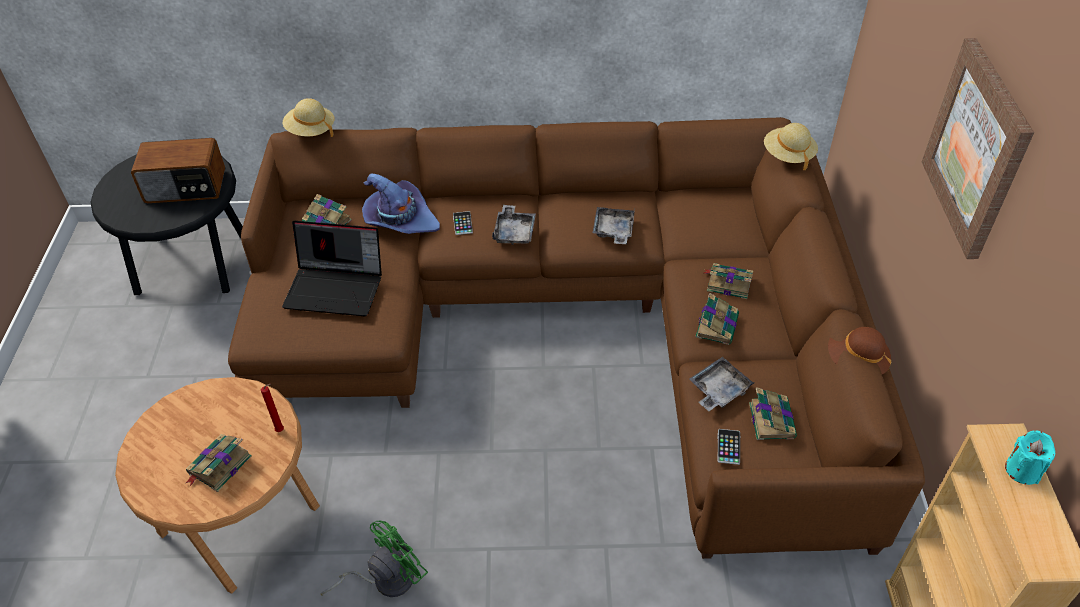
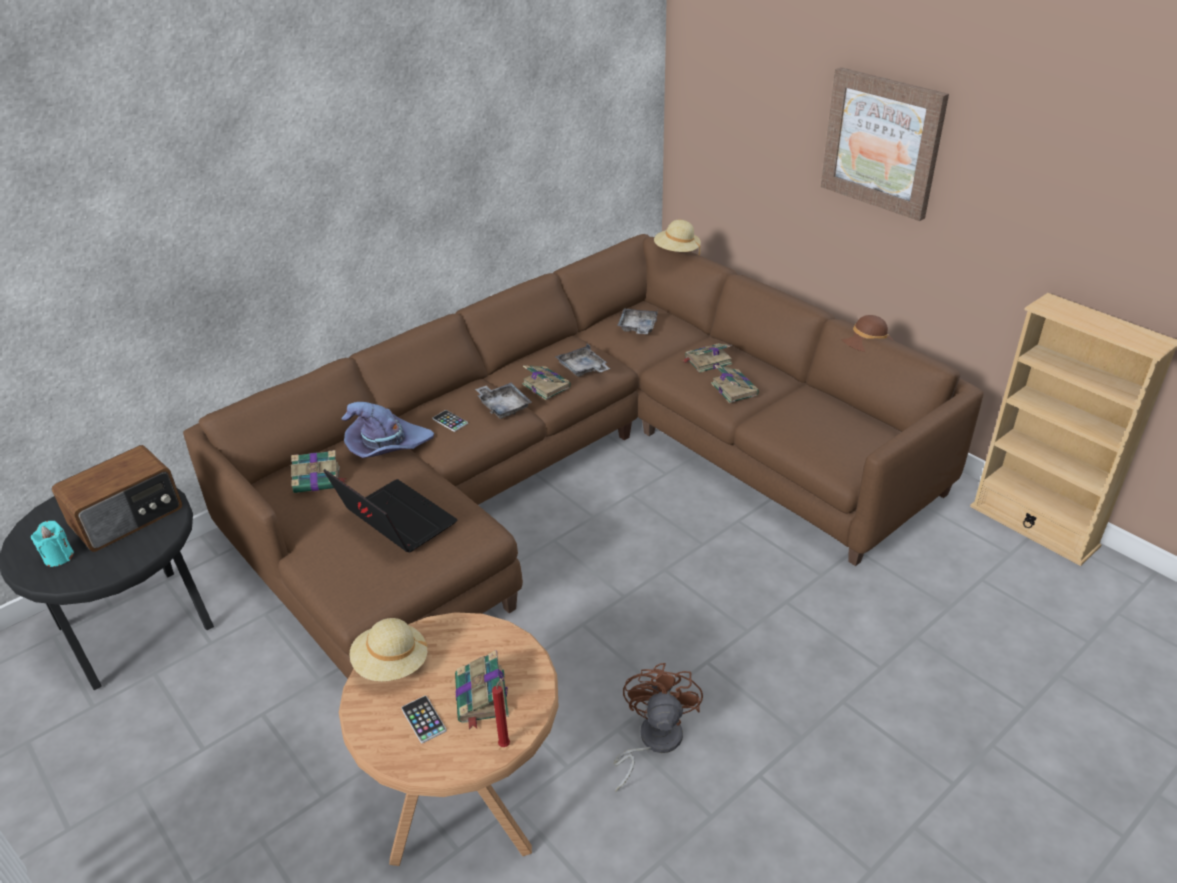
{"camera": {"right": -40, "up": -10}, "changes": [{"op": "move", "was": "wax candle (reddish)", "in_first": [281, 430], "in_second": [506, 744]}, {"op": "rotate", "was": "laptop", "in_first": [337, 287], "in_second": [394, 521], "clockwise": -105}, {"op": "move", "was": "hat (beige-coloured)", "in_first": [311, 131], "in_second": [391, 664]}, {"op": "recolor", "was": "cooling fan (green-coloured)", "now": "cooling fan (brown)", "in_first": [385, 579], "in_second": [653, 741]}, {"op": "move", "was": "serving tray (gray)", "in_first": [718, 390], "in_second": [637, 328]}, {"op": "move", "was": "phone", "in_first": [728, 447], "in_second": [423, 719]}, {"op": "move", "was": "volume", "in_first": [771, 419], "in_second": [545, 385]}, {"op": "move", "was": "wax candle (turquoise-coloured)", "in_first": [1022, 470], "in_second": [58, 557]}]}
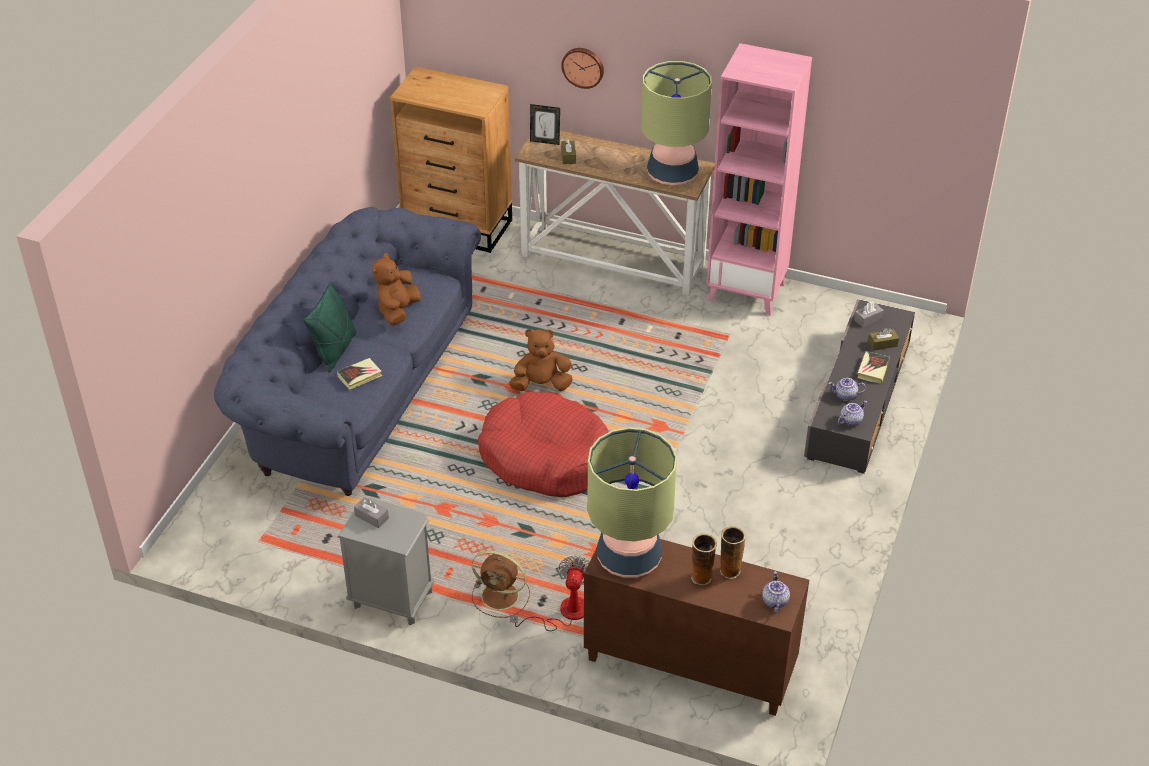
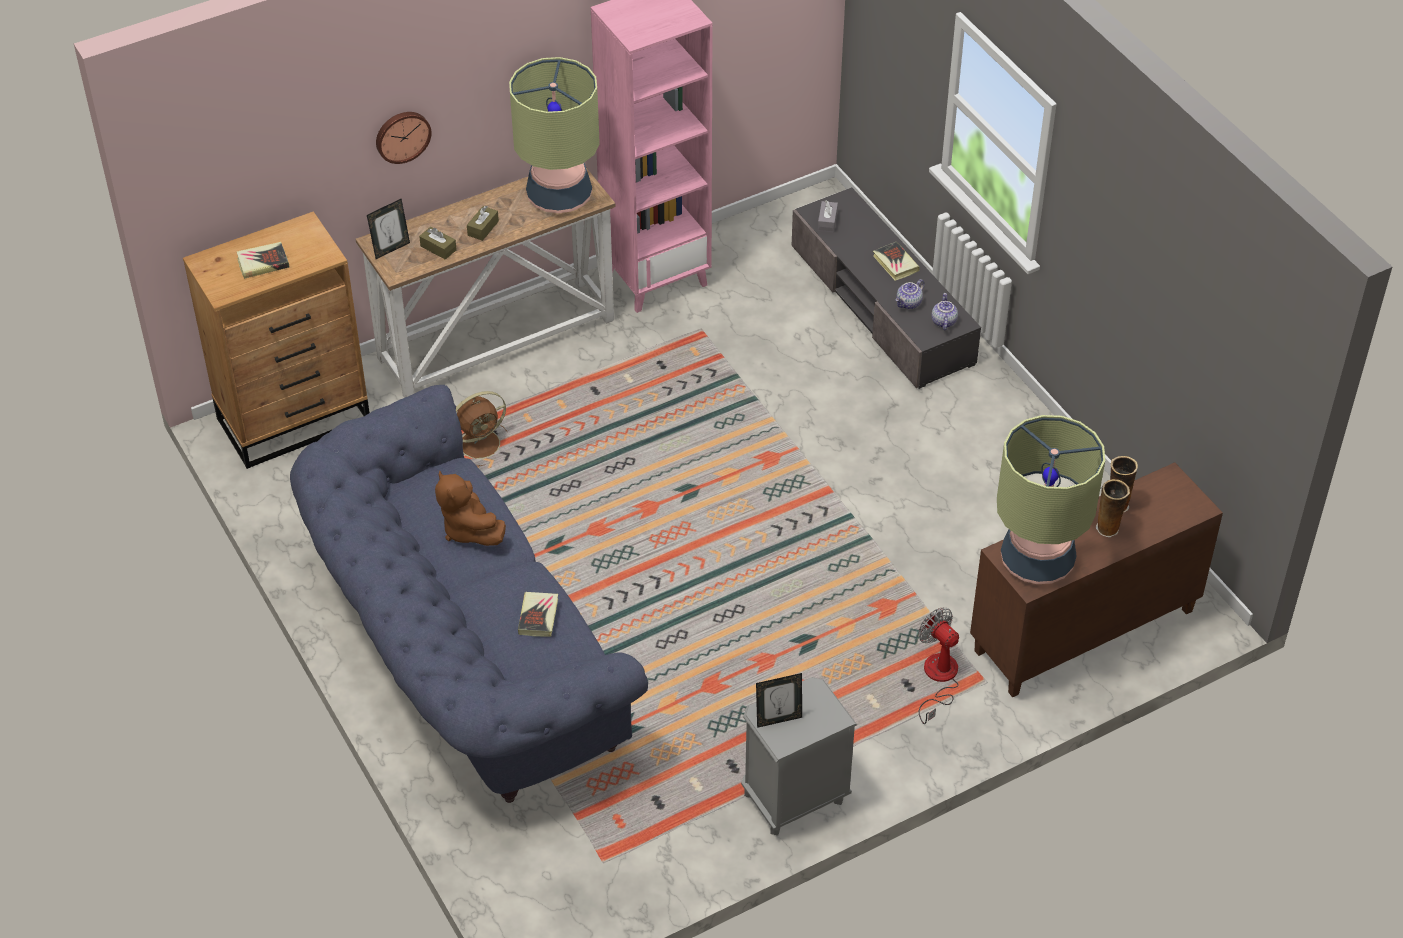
{"camera": {"right": -50, "up": 5}, "changes": [{"op": "delete", "was": "pillow (green-coloured)", "in_first": [335, 350]}, {"op": "replace", "was": "tissue box (gray)", "now": "standing frame", "in_first": [371, 517], "in_second": [778, 719]}, {"op": "move", "was": "cooling fan (brown)", "in_first": [501, 596], "in_second": [481, 443]}, {"op": "delete", "was": "dog cushion (reddish)", "in_first": [545, 457]}, {"op": "delete", "was": "soft toy (brown)", "in_first": [541, 385]}, {"op": "delete", "was": "teapot", "in_first": [774, 601]}, {"op": "move", "was": "tissue box (brown)", "in_first": [882, 344], "in_second": [483, 228]}, {"op": "insert", "now": "volume", "in_second": [263, 263]}]}
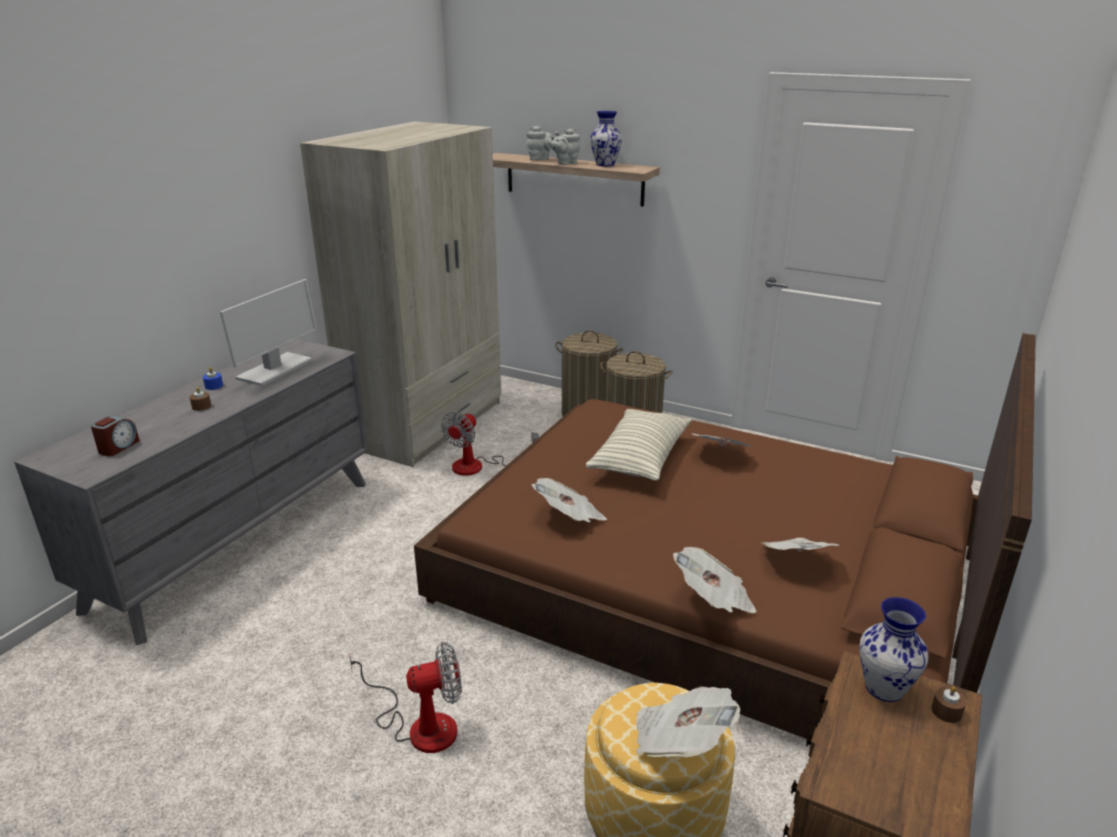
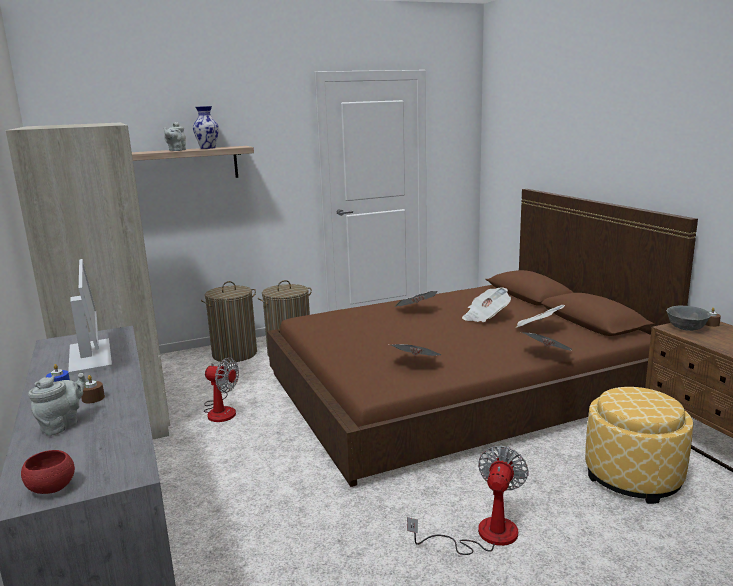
{"camera": {"right": -50, "up": -10}, "changes": [{"op": "delete", "was": "table clock", "in_first": [118, 447]}, {"op": "rotate", "was": "cooling fan", "in_first": [479, 466], "in_second": [221, 410], "clockwise": -45}, {"op": "move", "was": "teapot (gray)", "in_first": [541, 159], "in_second": [62, 425]}, {"op": "delete", "was": "pillow", "in_first": [640, 459]}, {"op": "move", "was": "printed paper", "in_first": [680, 740], "in_second": [485, 317]}, {"op": "replace", "was": "vase", "now": "deep dish (gray)", "in_first": [883, 688], "in_second": [686, 328]}, {"op": "insert", "now": "deep dish (reddish)", "in_second": [52, 488]}]}
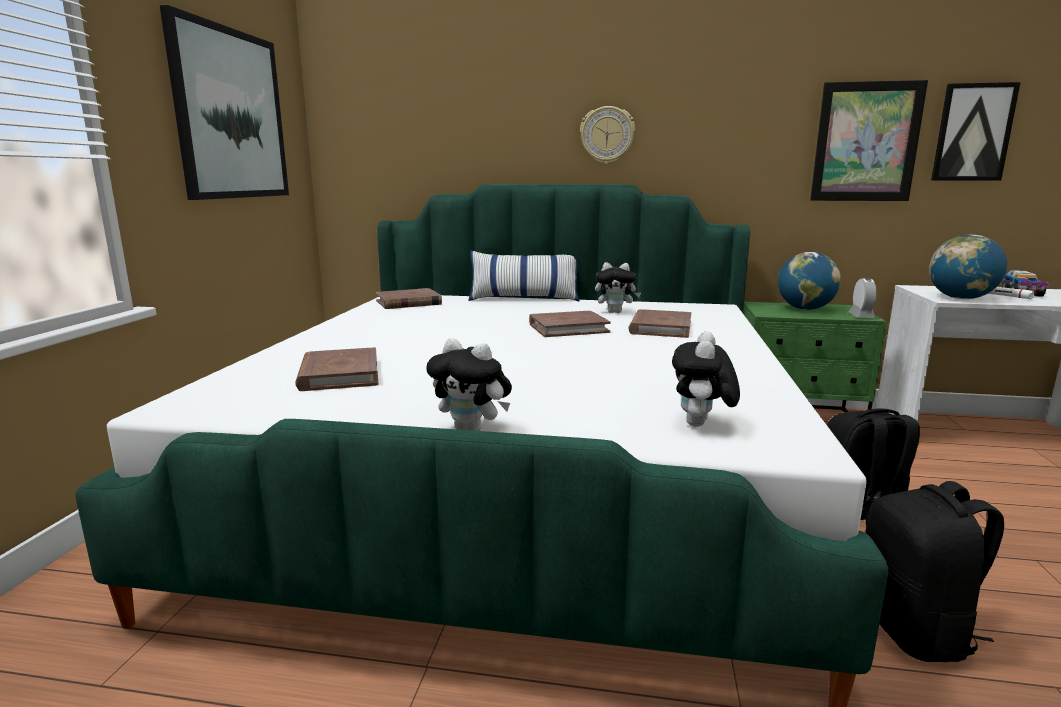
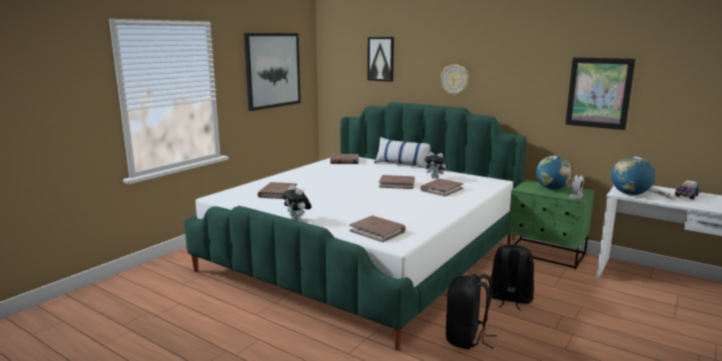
{"camera": {"right": 25, "up": 0}, "changes": [{"op": "replace", "was": "soft toy", "now": "volume (brown)", "in_first": [701, 425], "in_second": [377, 231]}, {"op": "move", "was": "wall picture", "in_first": [972, 133], "in_second": [381, 59]}]}
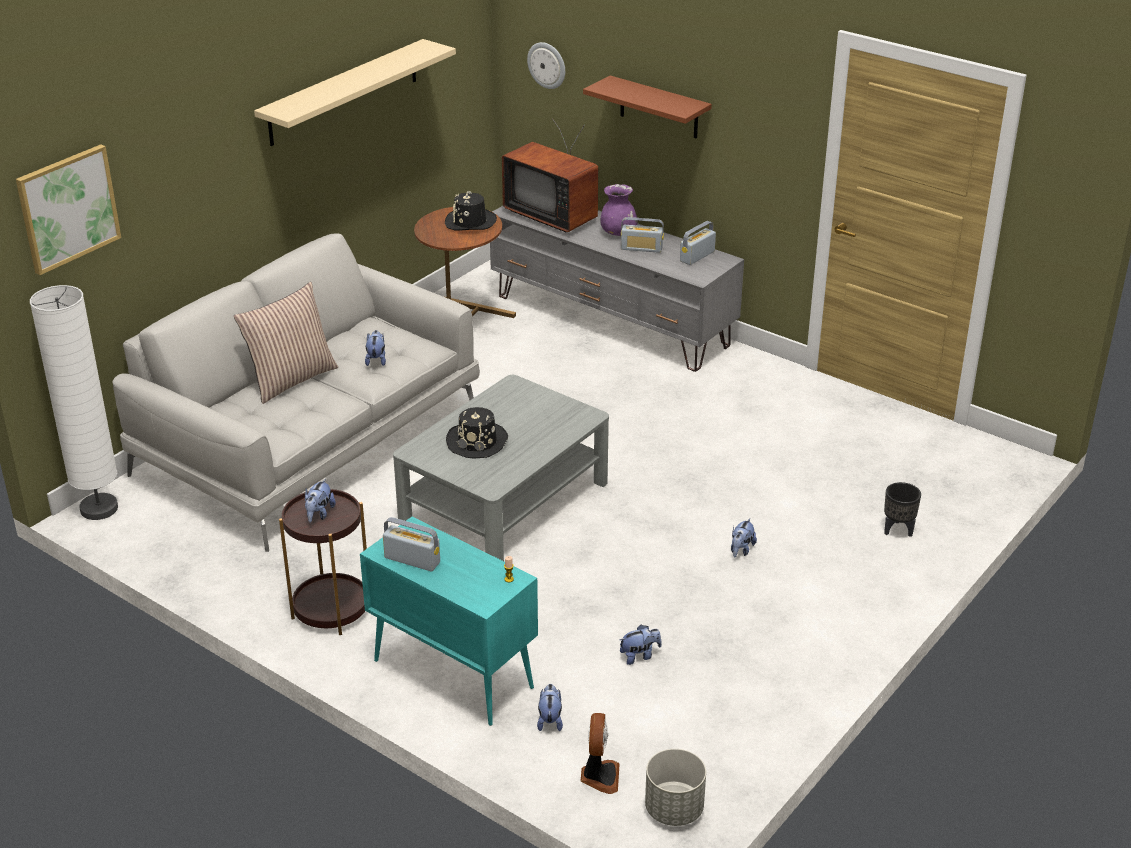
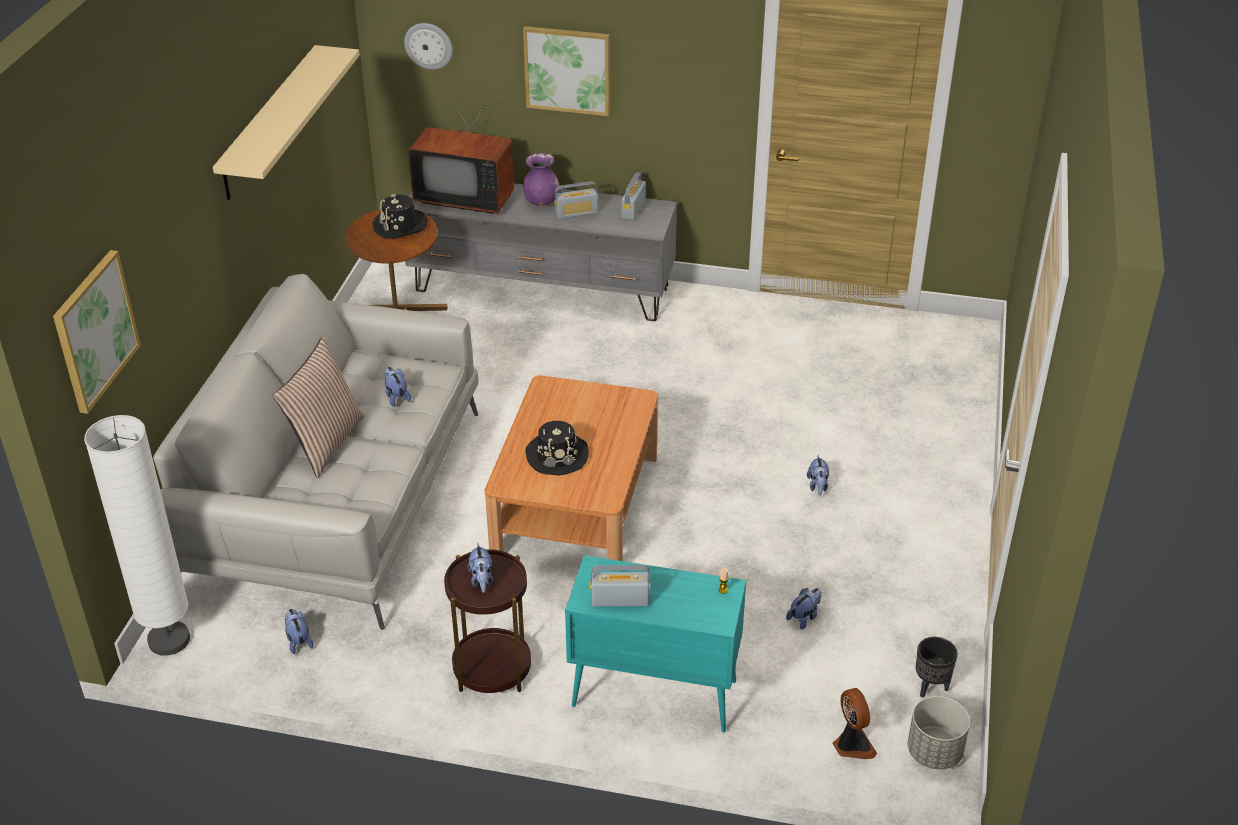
{"camera": {"right": -25, "up": 5}, "changes": [{"op": "recolor", "was": "coffee table (gray)", "now": "coffee table (brown)", "in_first": [504, 501], "in_second": [575, 504]}, {"op": "move", "was": "soft toy", "in_first": [550, 720], "in_second": [298, 641]}, {"op": "replace", "was": "shelf (brown)", "now": "wall picture", "in_first": [659, 108], "in_second": [567, 70]}, {"op": "move", "was": "flower pot (black)", "in_first": [898, 530], "in_second": [931, 687]}]}
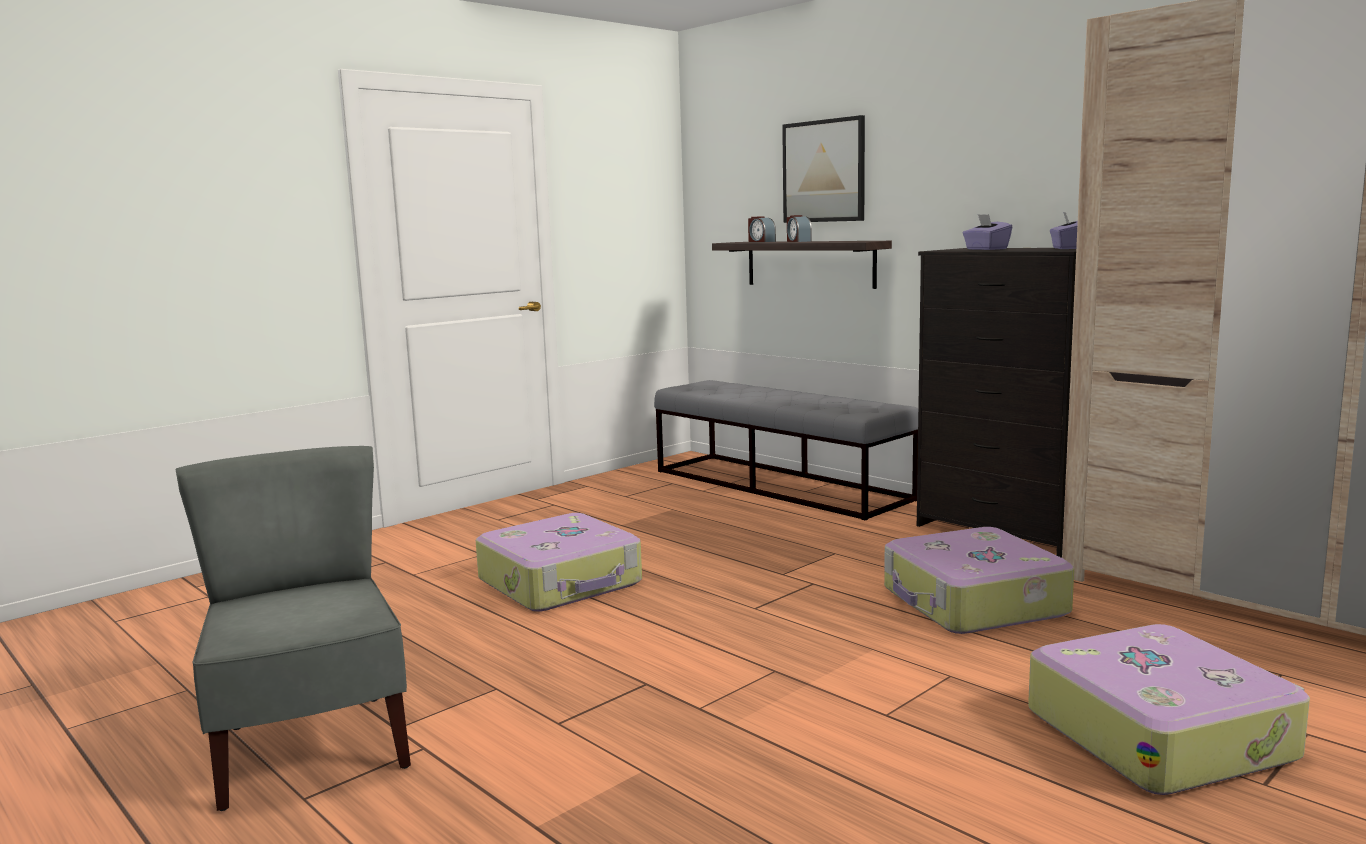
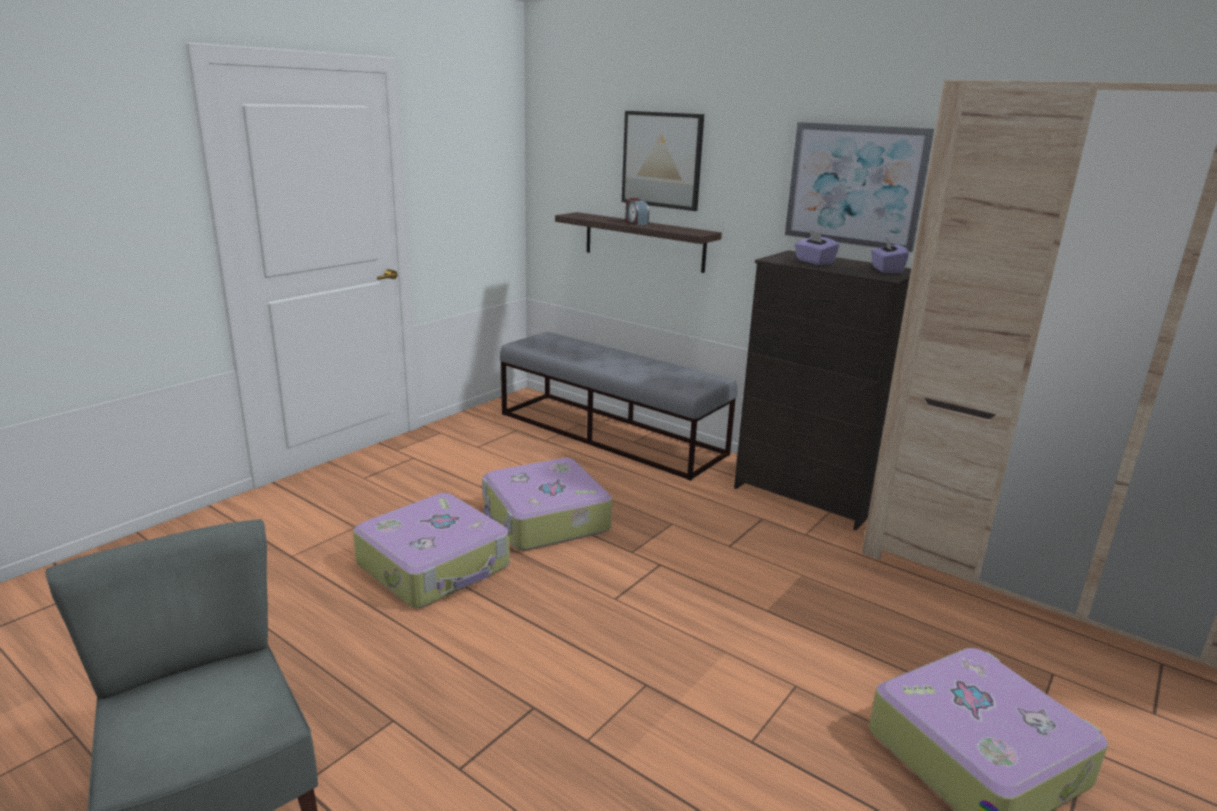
{"camera": {"right": -10, "up": 10}, "changes": [{"op": "delete", "was": "table clock", "in_first": [761, 241]}, {"op": "move", "was": "piece of luggage", "in_first": [973, 602], "in_second": [544, 519]}, {"op": "insert", "now": "wall picture", "in_second": [855, 185]}]}
